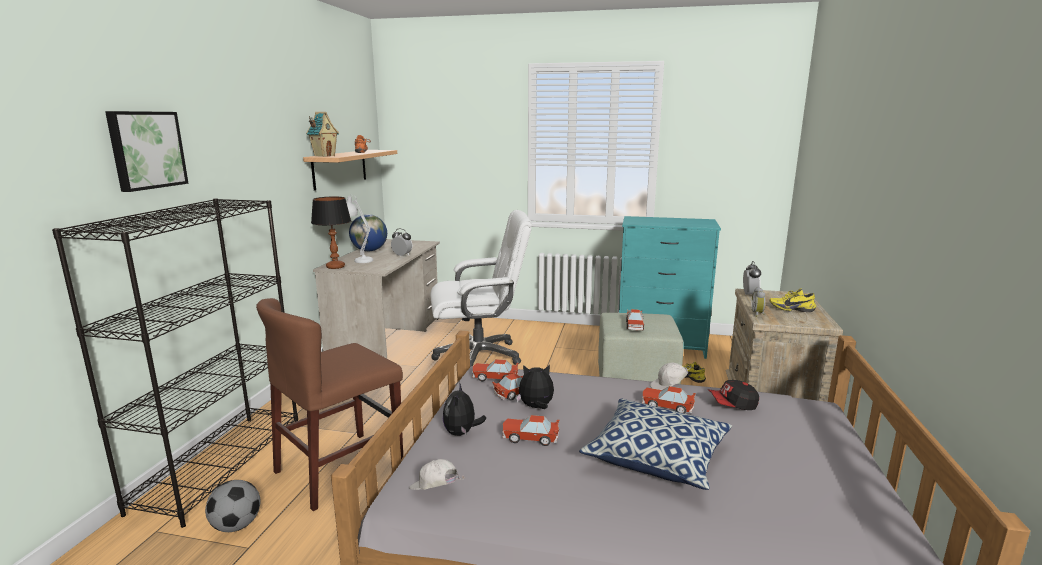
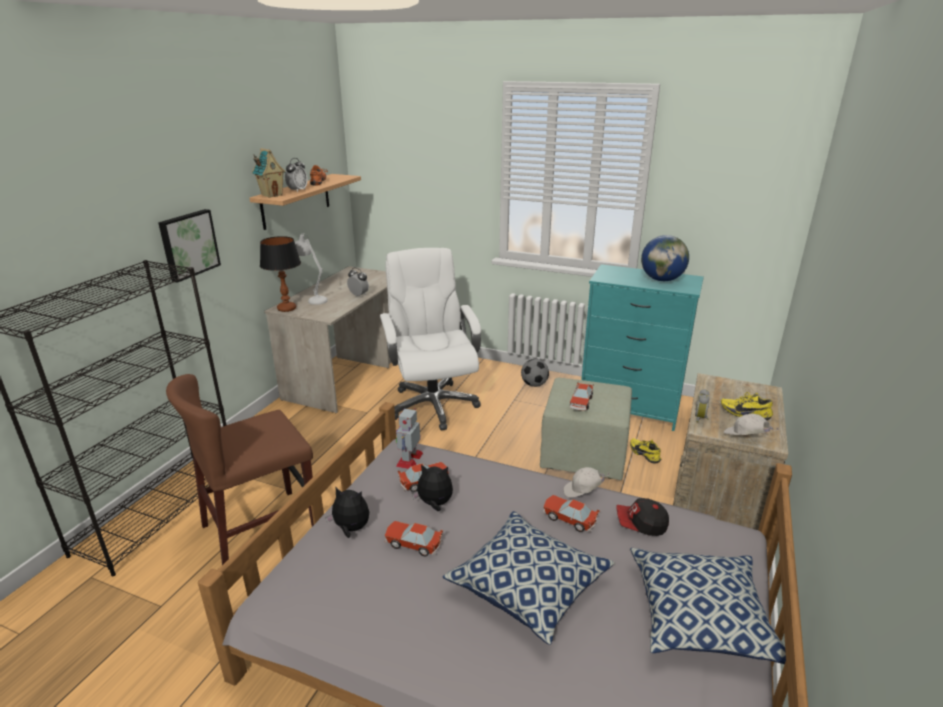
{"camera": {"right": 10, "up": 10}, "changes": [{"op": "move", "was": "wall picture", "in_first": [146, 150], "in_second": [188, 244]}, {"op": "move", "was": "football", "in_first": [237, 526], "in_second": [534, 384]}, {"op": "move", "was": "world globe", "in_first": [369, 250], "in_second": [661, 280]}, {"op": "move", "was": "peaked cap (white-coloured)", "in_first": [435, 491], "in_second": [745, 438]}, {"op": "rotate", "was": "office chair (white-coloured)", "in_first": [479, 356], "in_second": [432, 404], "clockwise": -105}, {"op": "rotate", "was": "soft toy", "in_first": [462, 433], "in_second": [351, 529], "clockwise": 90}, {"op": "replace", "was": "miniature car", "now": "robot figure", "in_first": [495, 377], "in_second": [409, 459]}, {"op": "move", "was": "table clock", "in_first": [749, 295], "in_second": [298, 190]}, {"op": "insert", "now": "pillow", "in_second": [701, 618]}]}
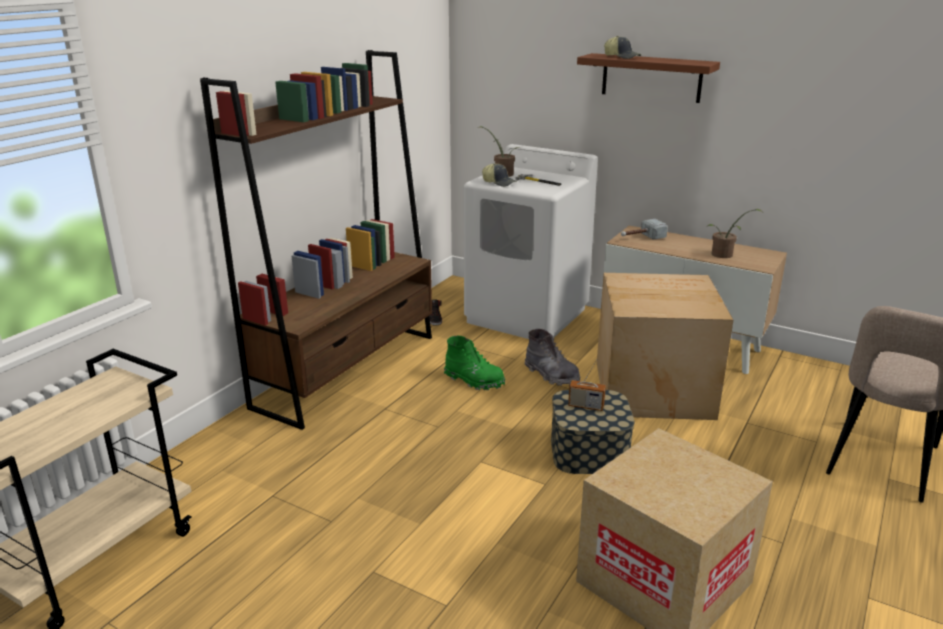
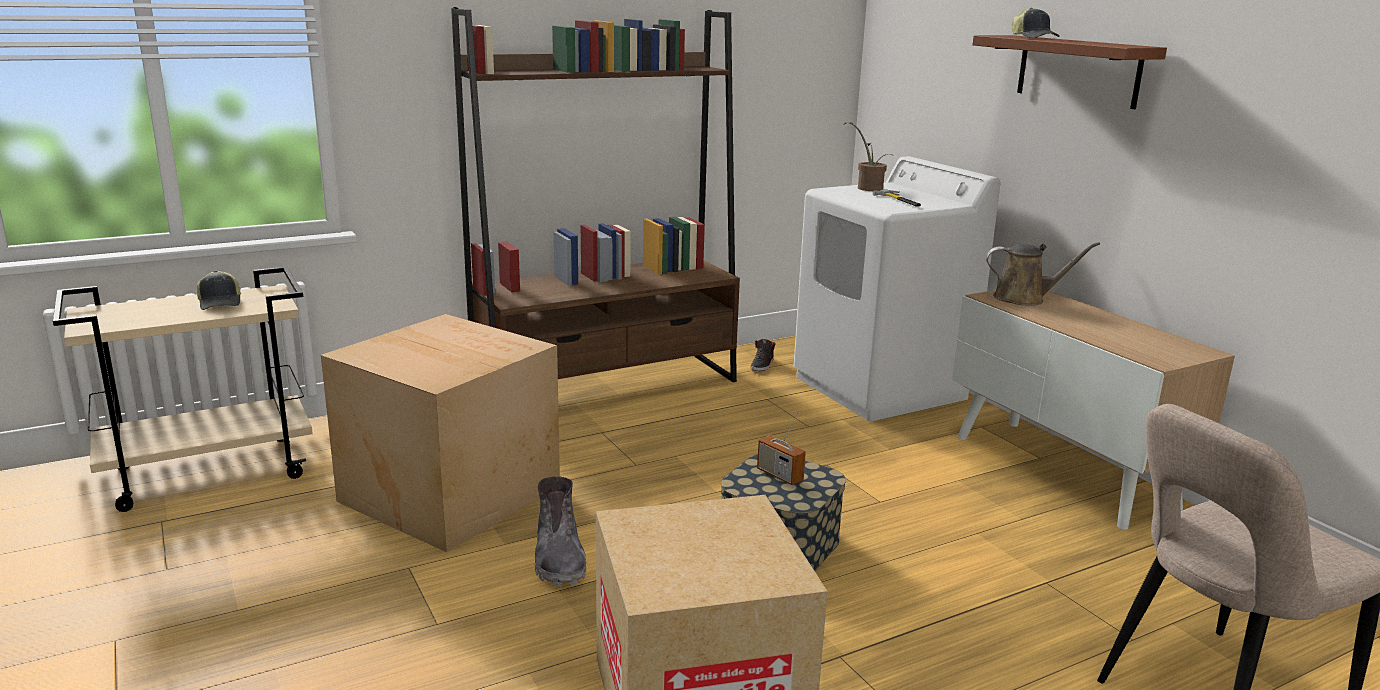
{"camera": {"right": 30, "up": -5}, "changes": [{"op": "delete", "was": "high-top boot (green-coloured)", "in_first": [474, 380]}, {"op": "move", "was": "peaked cap", "in_first": [499, 183], "in_second": [221, 303]}, {"op": "move", "was": "high-top boot (gray)", "in_first": [551, 375], "in_second": [559, 560]}, {"op": "move", "was": "cardboard box", "in_first": [651, 389], "in_second": [450, 492]}, {"op": "replace", "was": "hammer", "now": "sprinkling can (brown)", "in_first": [641, 237], "in_second": [1024, 298]}, {"op": "delete", "was": "houseplant", "in_first": [725, 255]}]}
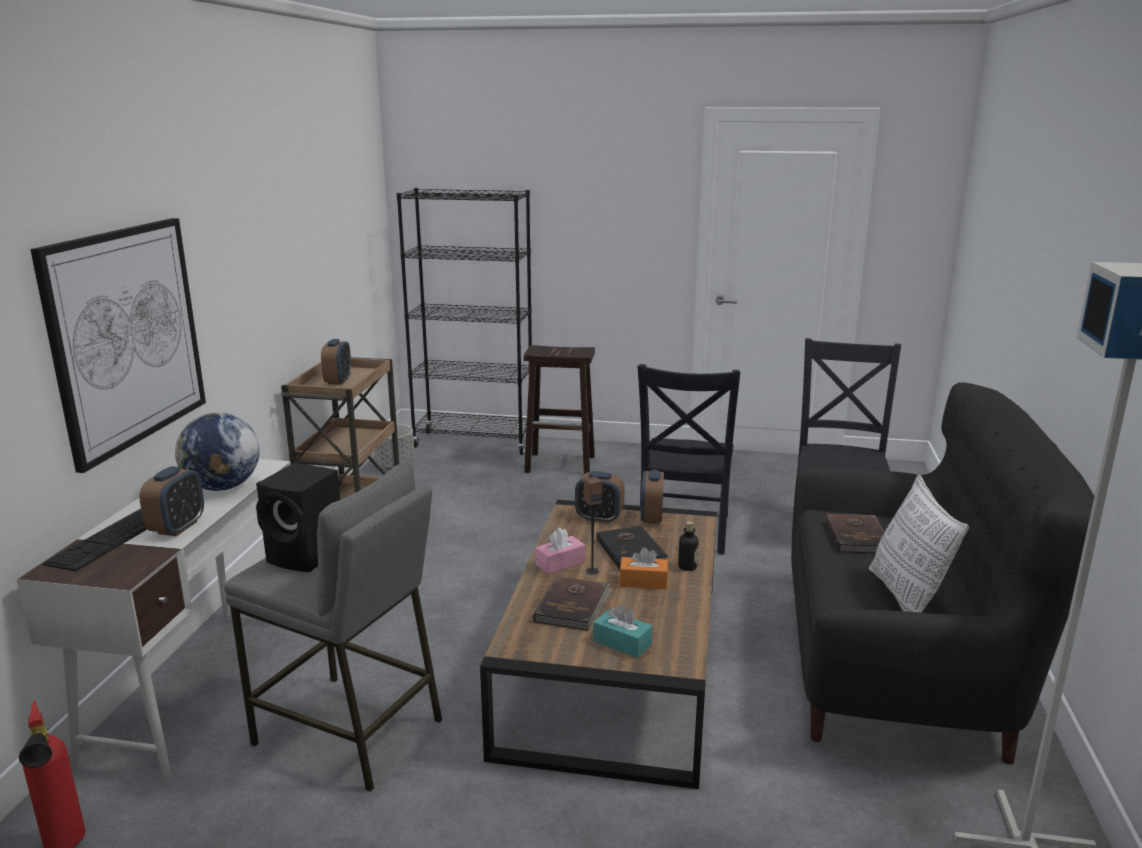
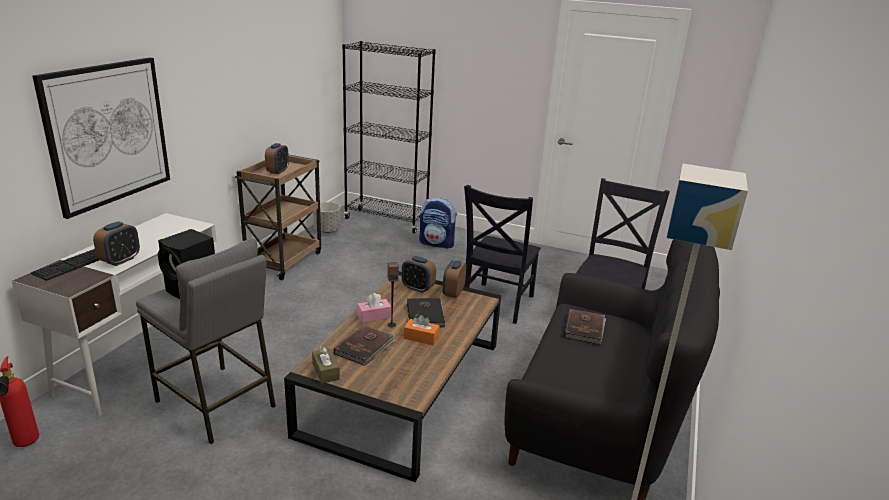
{"camera": {"right": 10, "up": 5}, "changes": [{"op": "delete", "was": "world globe", "in_first": [222, 487]}, {"op": "replace", "was": "stool seat (brown)", "now": "knapsack", "in_first": [561, 464], "in_second": [437, 243]}, {"op": "delete", "was": "tissue box (turquoise-coloured)", "in_first": [622, 643]}, {"op": "delete", "was": "drink bottle", "in_first": [687, 567]}, {"op": "delete", "was": "pillow", "in_first": [906, 598]}, {"op": "insert", "now": "tissue box (brown)", "in_second": [325, 371]}]}
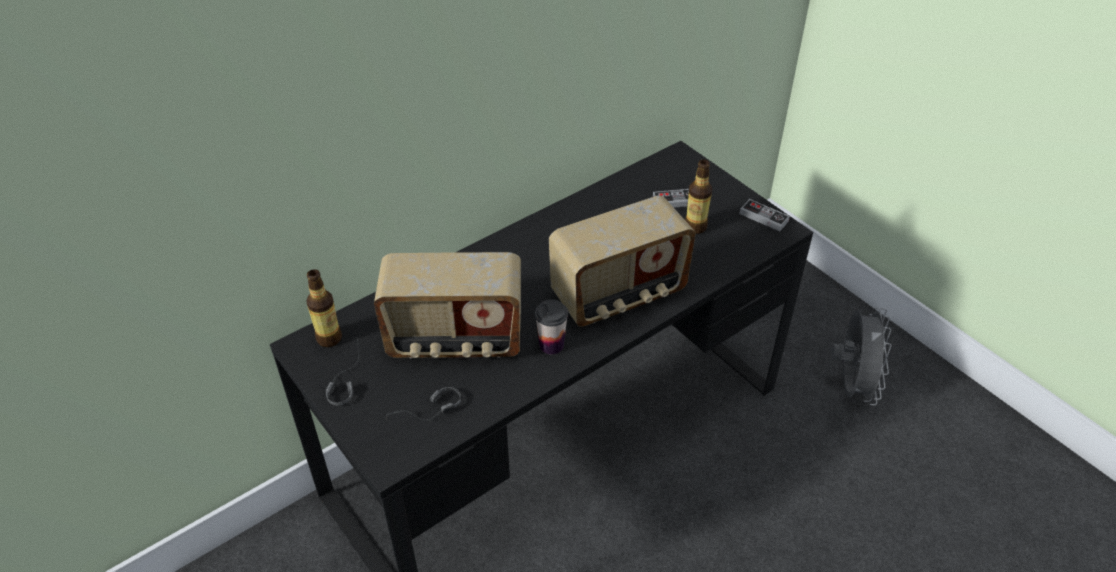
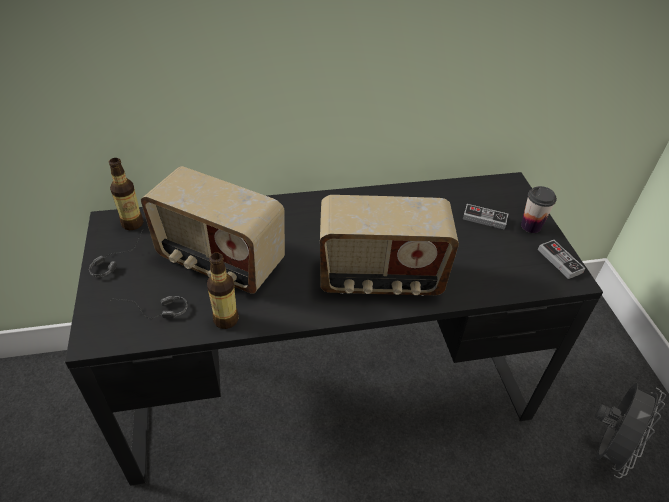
{"camera": {"right": 25, "up": 0}, "changes": [{"op": "move", "was": "drinking cup", "in_first": [551, 345], "in_second": [531, 226]}, {"op": "move", "was": "drink bottle", "in_first": [695, 227], "in_second": [226, 319]}]}
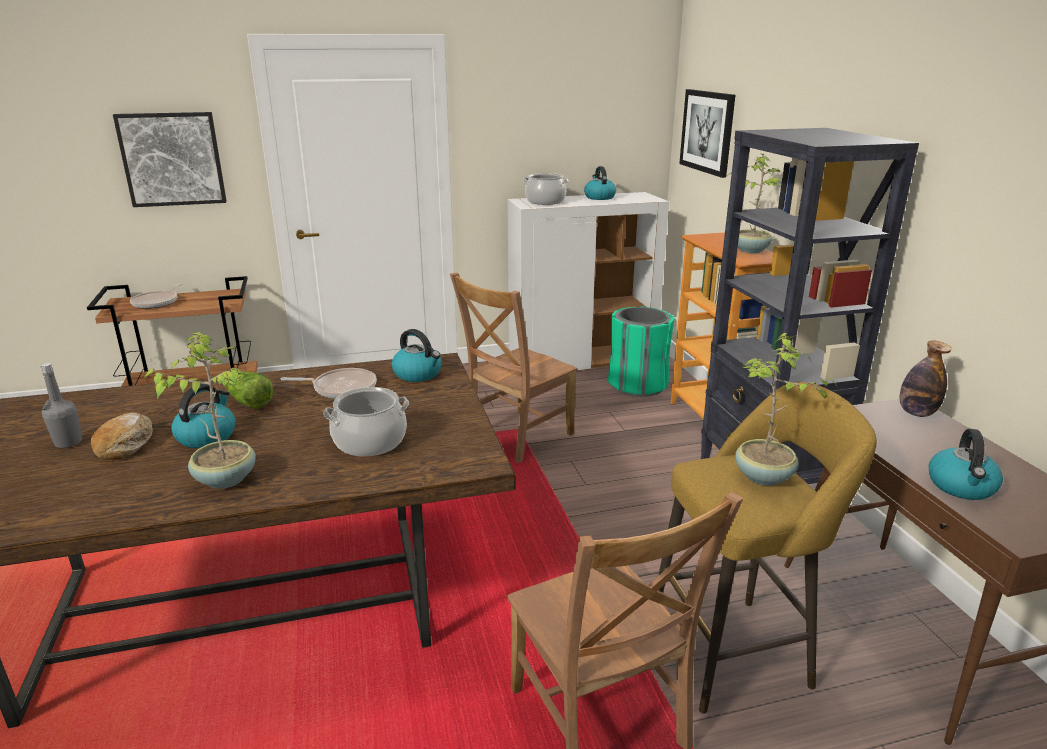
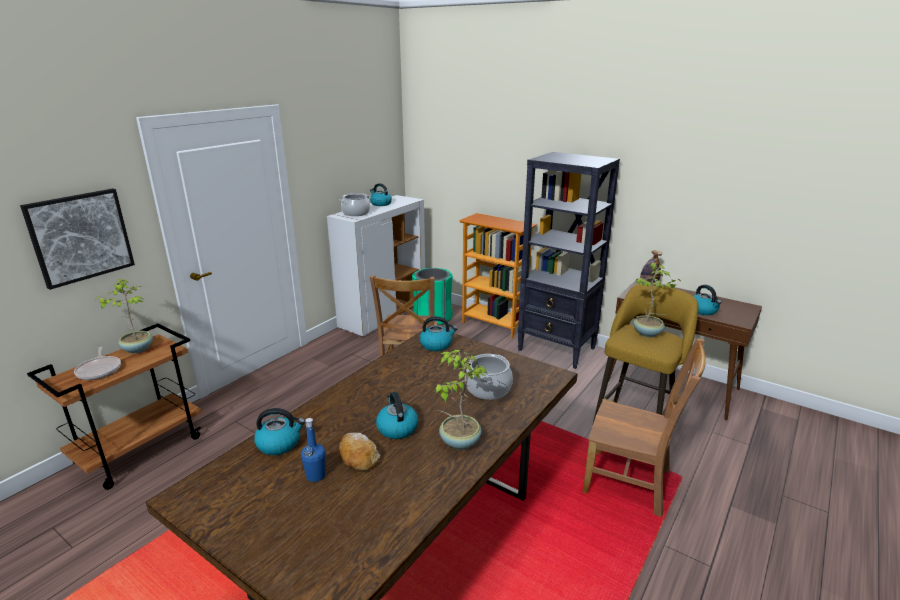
{"camera": {"right": -40, "up": 0}, "changes": [{"op": "recolor", "was": "drink bottle (gray)", "now": "drink bottle (blue-coloured)", "in_first": [68, 442], "in_second": [316, 475]}, {"op": "delete", "was": "lettuce head", "in_first": [249, 402]}, {"op": "delete", "was": "skillet", "in_first": [341, 388]}, {"op": "delete", "was": "wall picture", "in_first": [707, 131]}, {"op": "move", "was": "houseplant", "in_first": [750, 250], "in_second": [138, 349]}, {"op": "insert", "now": "tea kettle", "in_second": [280, 443]}]}
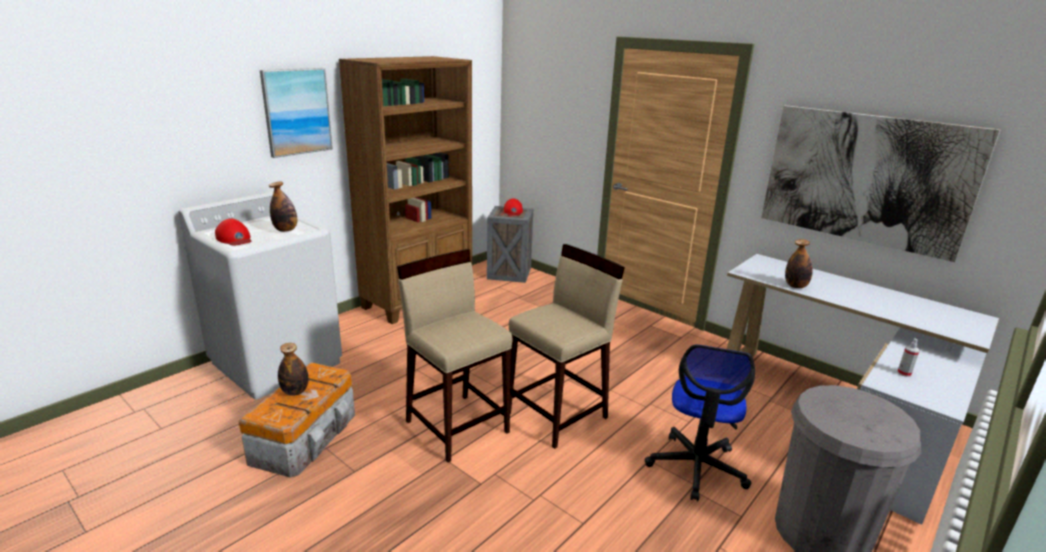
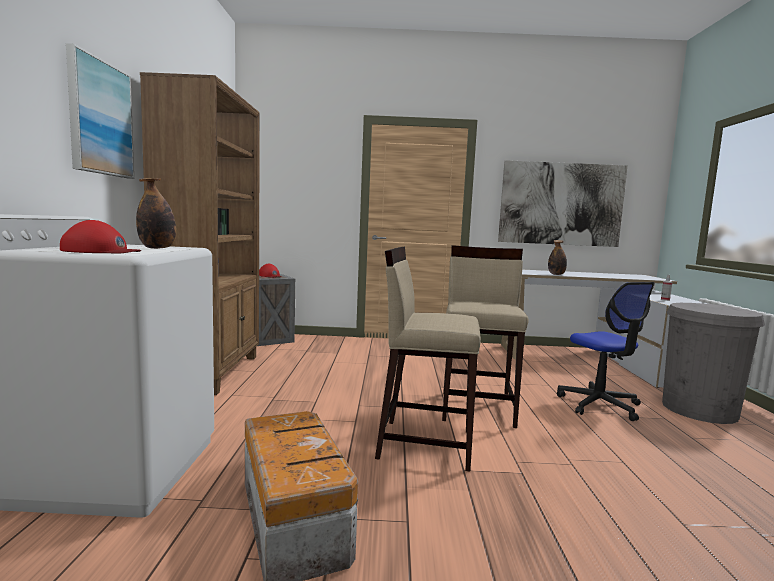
{"camera": {"right": -40, "up": -15}, "changes": [{"op": "delete", "was": "drink bottle", "in_first": [295, 391]}]}
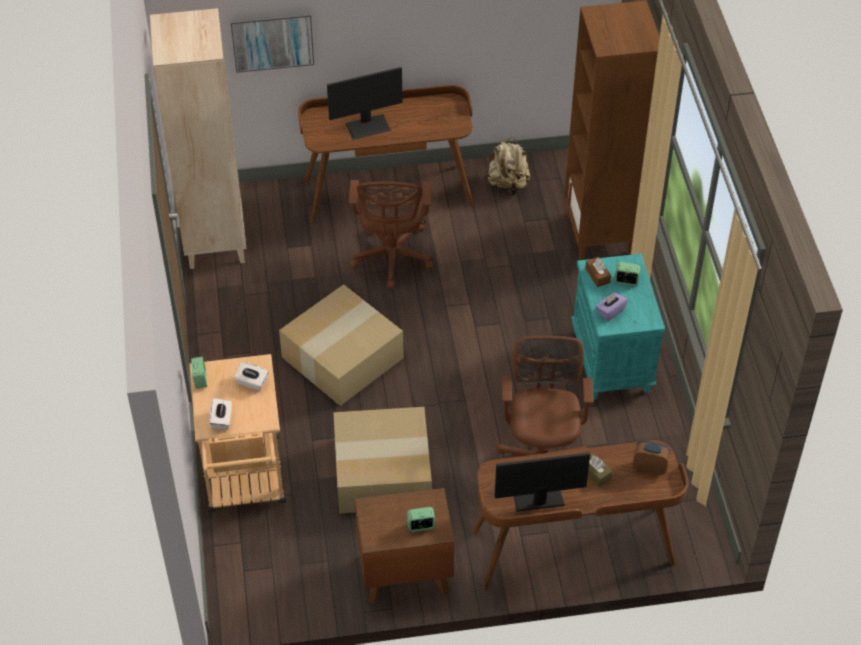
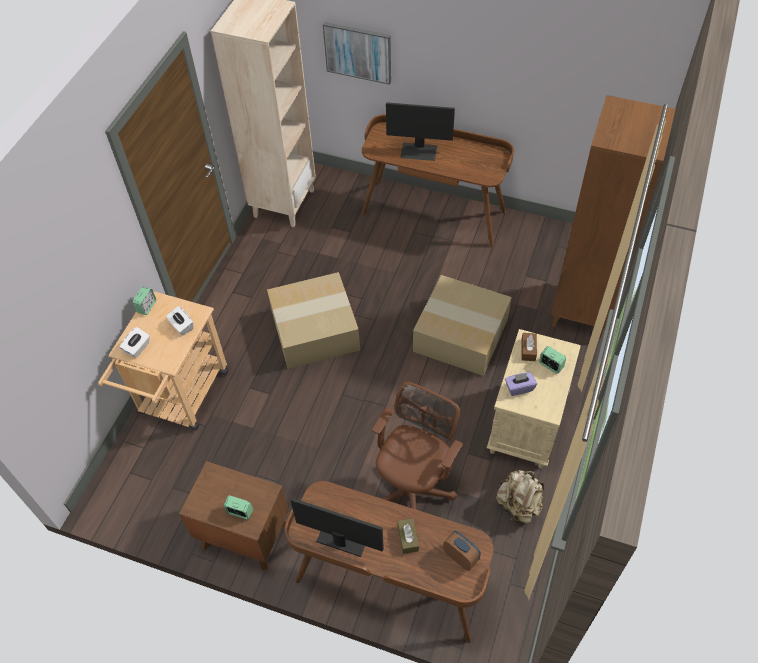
{"camera": {"right": 30, "up": 5}, "changes": [{"op": "move", "was": "cardboard box", "in_first": [381, 474], "in_second": [459, 335]}, {"op": "delete", "was": "office chair (brown)", "in_first": [392, 259]}, {"op": "move", "was": "knapsack (beige-coloured)", "in_first": [507, 185], "in_second": [518, 505]}, {"op": "recolor", "was": "bedside table (turquoise-coloured)", "now": "bedside table (beige-coloured)", "in_first": [612, 362], "in_second": [526, 426]}]}
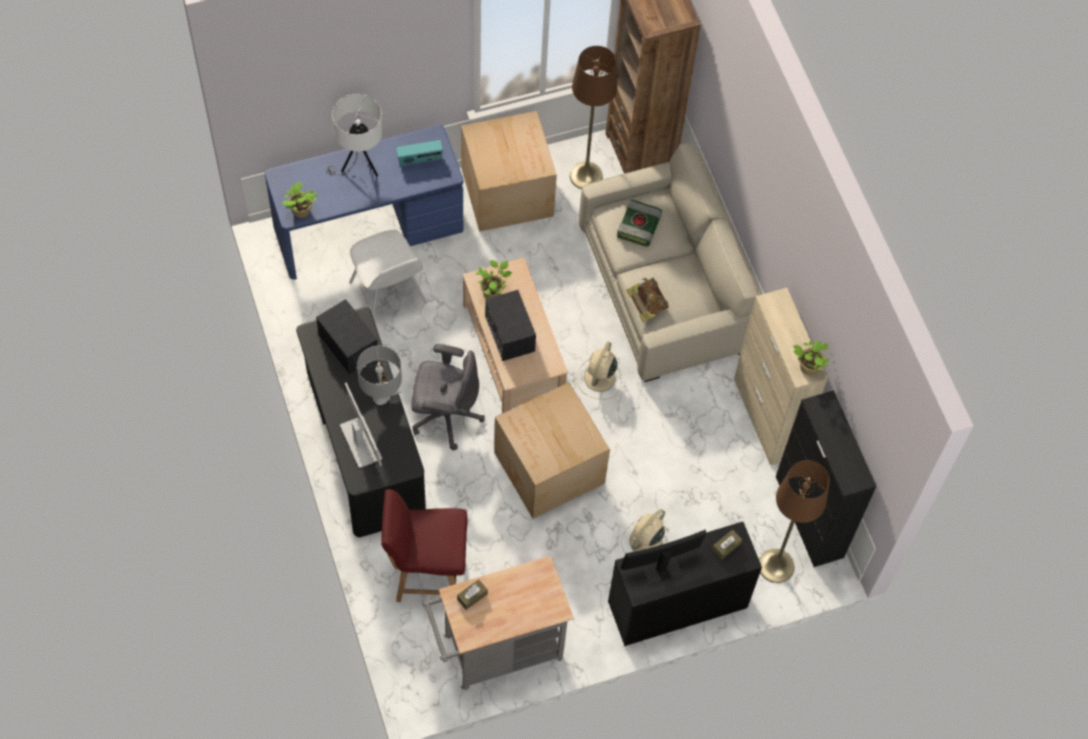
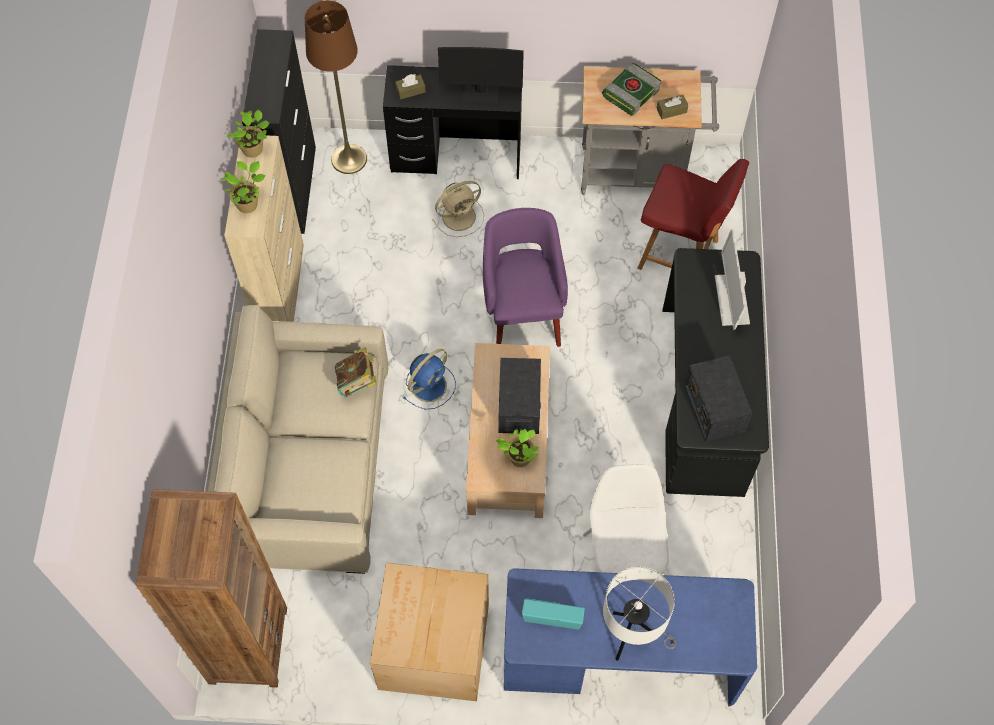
{"camera": {"right": -155, "up": 0}, "changes": [{"op": "move", "was": "houseplant", "in_first": [301, 212], "in_second": [248, 203]}, {"op": "delete", "was": "tabletop lamp (gray)", "in_first": [381, 397]}, {"op": "delete", "was": "office chair (gray)", "in_first": [445, 416]}, {"op": "replace", "was": "cardboard box", "now": "lounge chair (purple-coloured)", "in_first": [548, 469], "in_second": [523, 311]}, {"op": "delete", "was": "floor lamp (brown)", "in_first": [586, 175]}, {"op": "recolor", "was": "cooling fan (beige-coloured)", "now": "cooling fan (blue-coloured)", "in_first": [599, 379], "in_second": [430, 385]}, {"op": "move", "was": "volume", "in_first": [639, 227], "in_second": [631, 92]}]}
